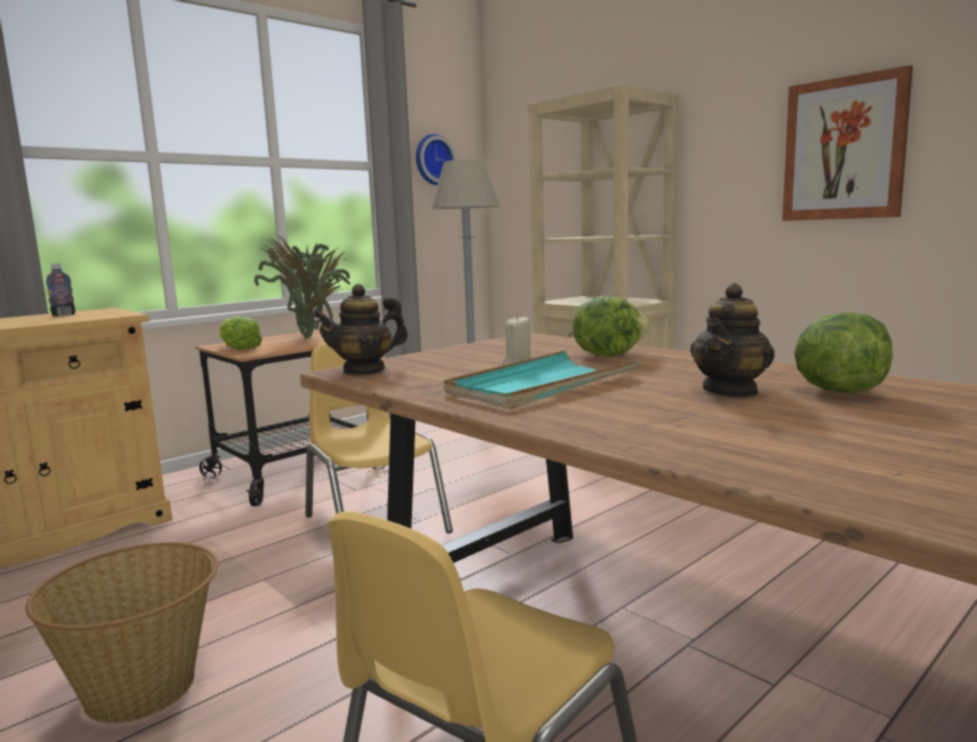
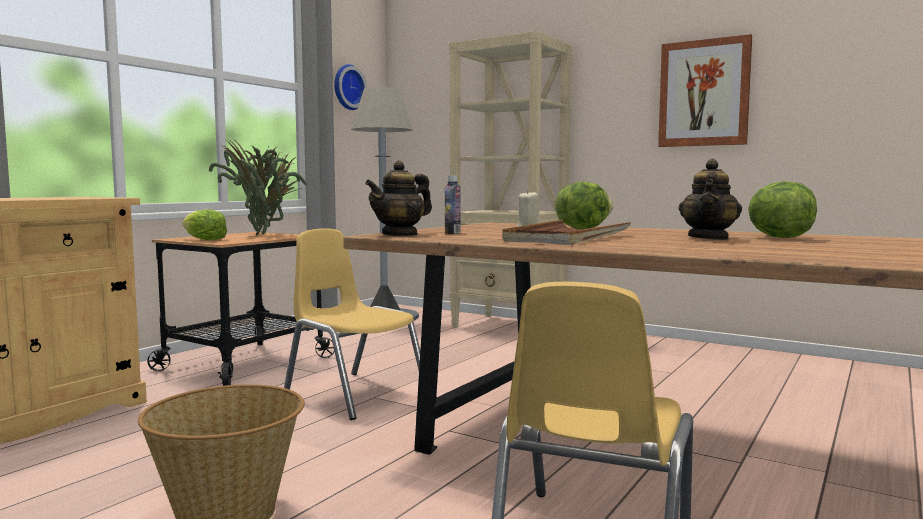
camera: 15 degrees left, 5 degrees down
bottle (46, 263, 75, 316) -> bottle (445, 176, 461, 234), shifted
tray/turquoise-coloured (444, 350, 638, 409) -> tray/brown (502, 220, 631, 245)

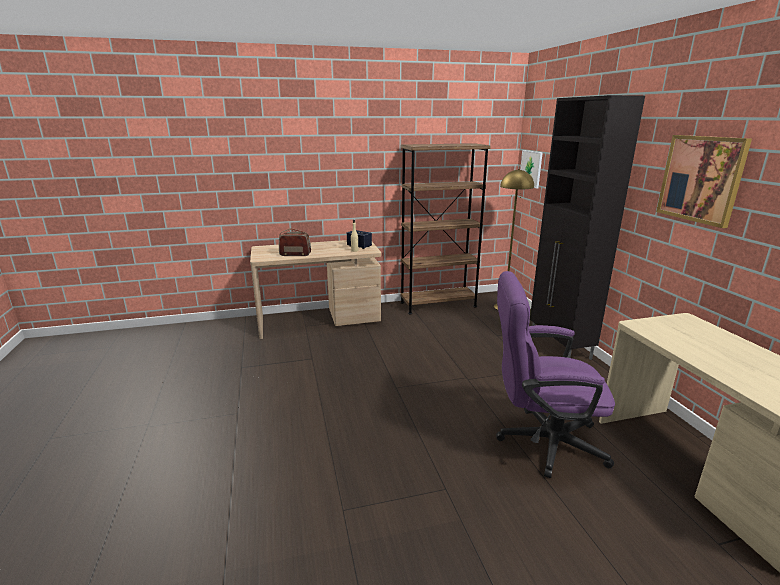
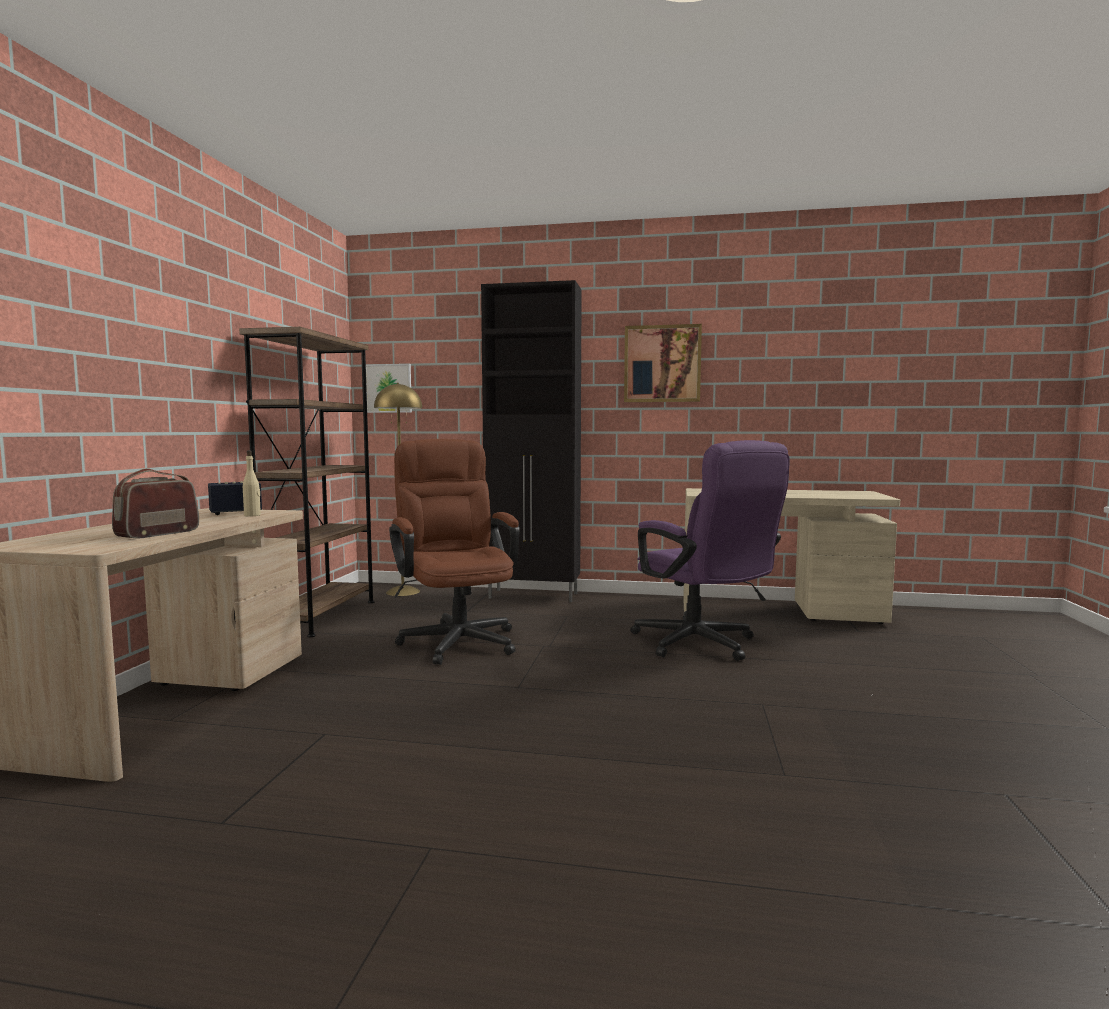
camera: 65 degrees left, 15 degrees down
none -> computer chair/brown (389, 439, 520, 665)
computer chair/purple-coloured (496, 271, 615, 478) -> computer chair/purple-coloured (630, 440, 790, 661), 60 degrees counterclockwise

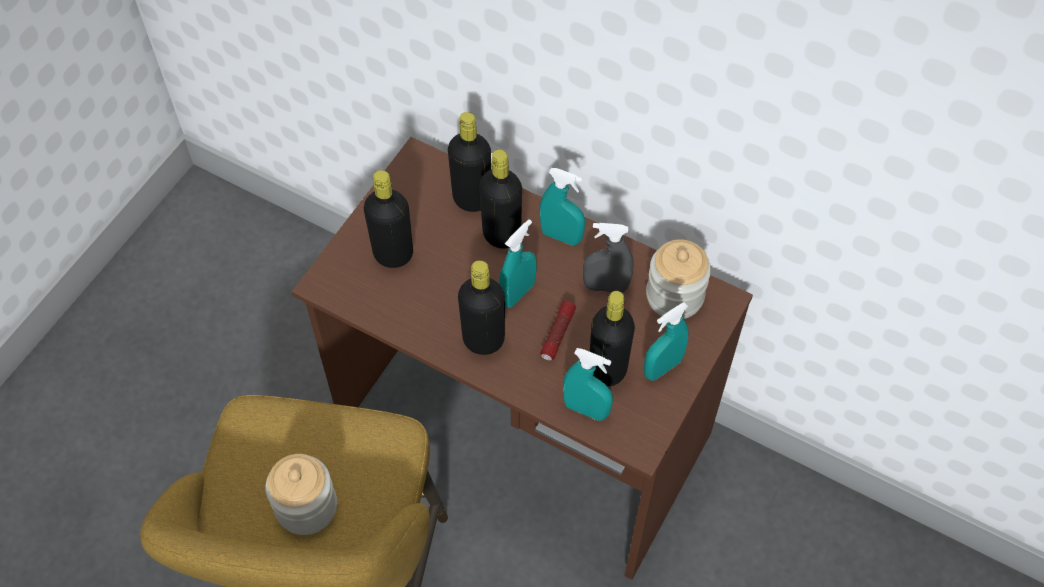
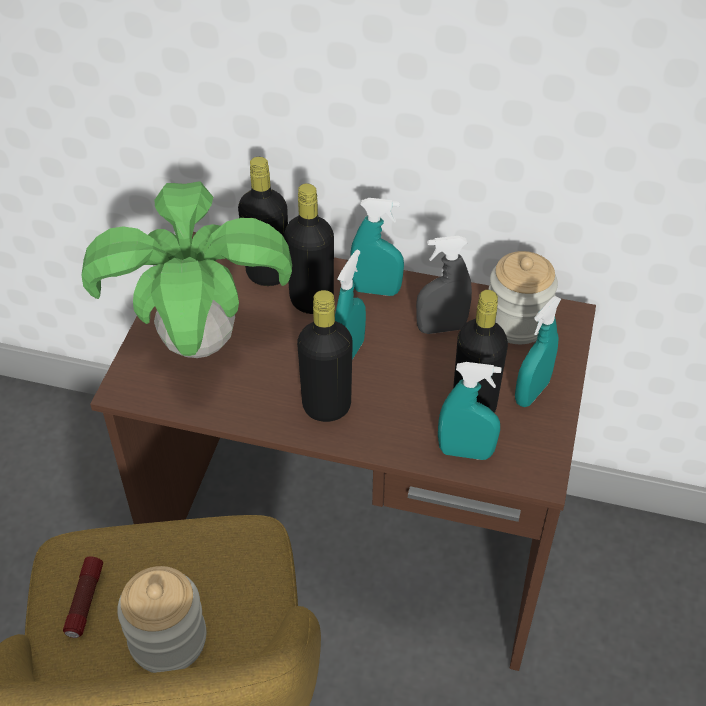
camera: 15 degrees left, 10 degrees down
torch (540, 301, 576, 361) -> torch (63, 556, 103, 638), shifted
bottle/blackish (364, 170, 413, 268) -> potted plant (81, 181, 292, 358)

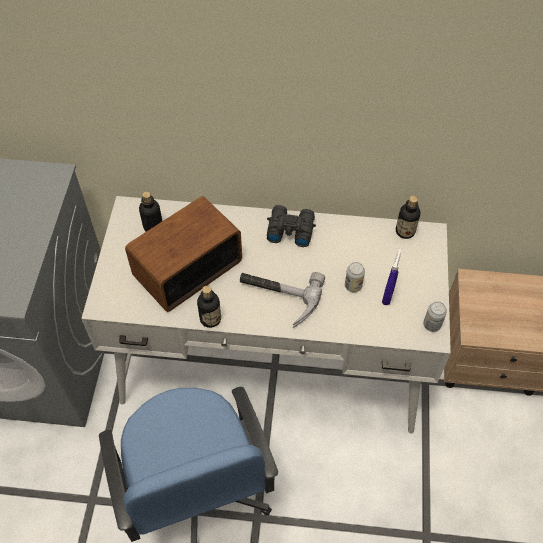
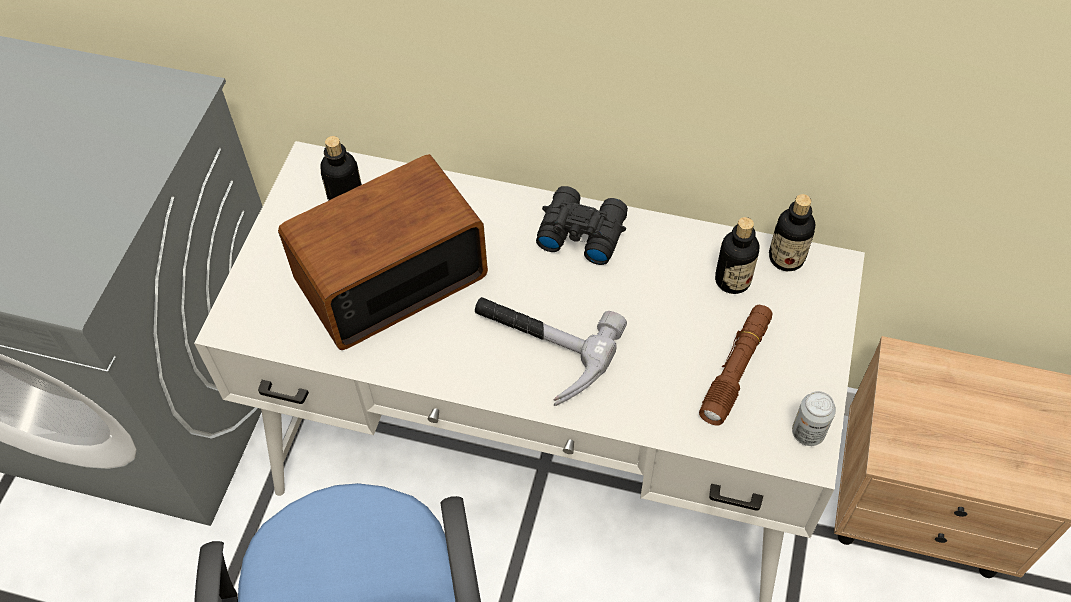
camera: 10 degrees right, 0 degrees up
spray bottle/blue (382, 249, 402, 305) -> torch/brown (699, 305, 773, 426)
bottle (197, 286, 221, 328) -> bottle (715, 217, 760, 294), shifted
can (345, 262, 365, 292) -> none

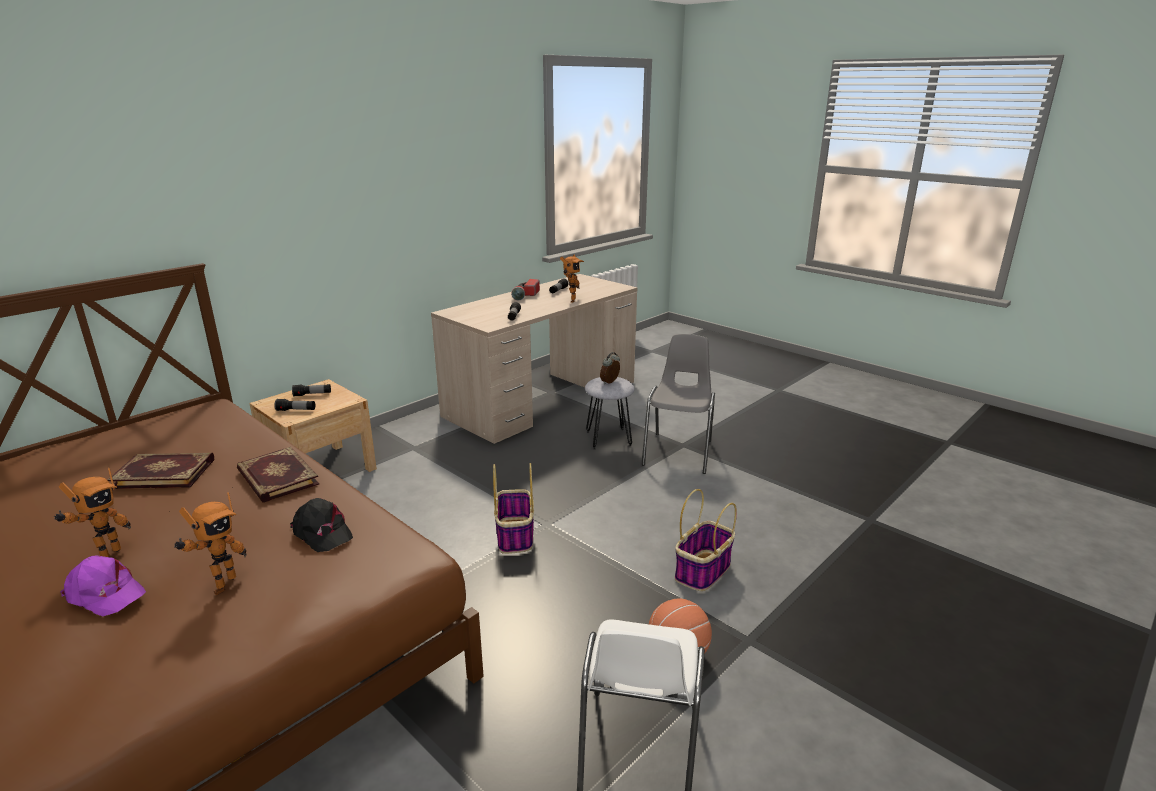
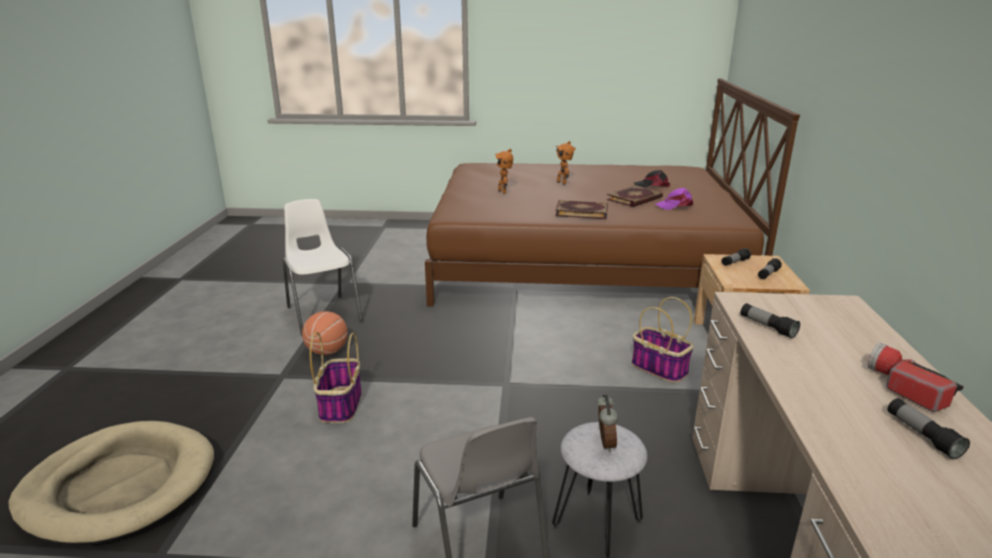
camera: 140 degrees right, 0 degrees up
none -> dog bed/beige (8, 421, 214, 546)
household basket (493, 463, 534, 554) -> household basket (632, 297, 694, 383), shifted
baseball cap/blackish (290, 498, 353, 552) -> baseball cap/blackish (634, 170, 670, 188), shifted
baseball cap/purple-coloured (60, 555, 146, 616) -> baseball cap/purple-coloured (656, 188, 693, 210), shifted
robot figure (560, 255, 584, 303) -> none

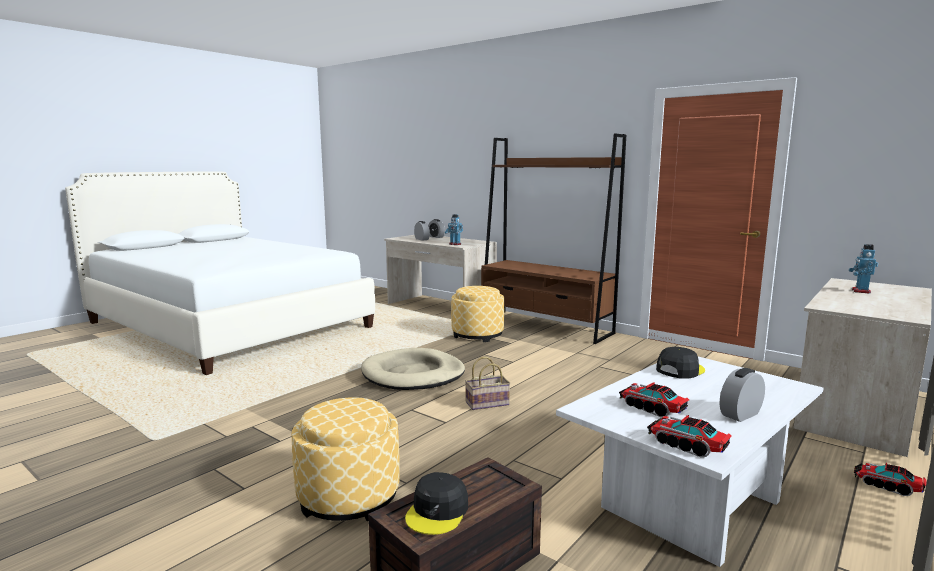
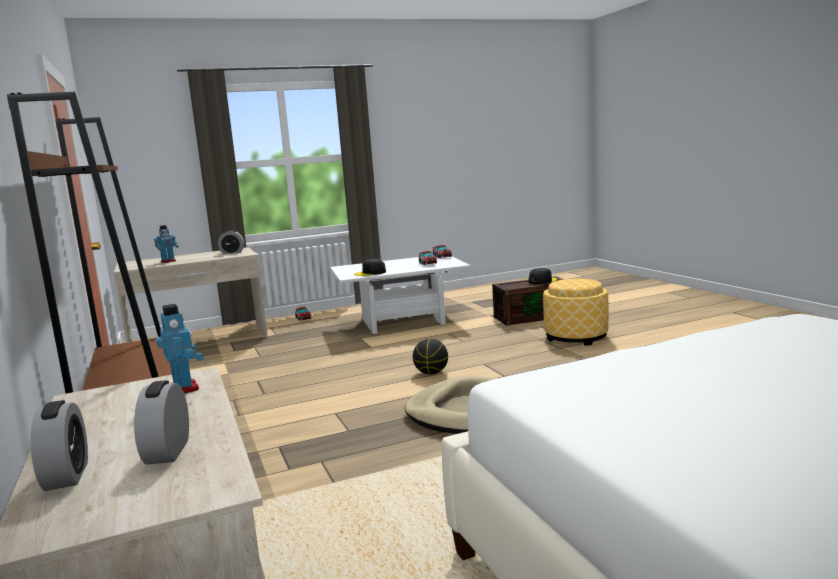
camera: 150 degrees left, 0 degrees up
bedside clock (720, 368, 765, 422) -> bedside clock (218, 230, 244, 254), shifted
household basket (465, 357, 510, 410) -> basketball ball (413, 339, 448, 374)
ottoman (451, 286, 504, 342) -> none

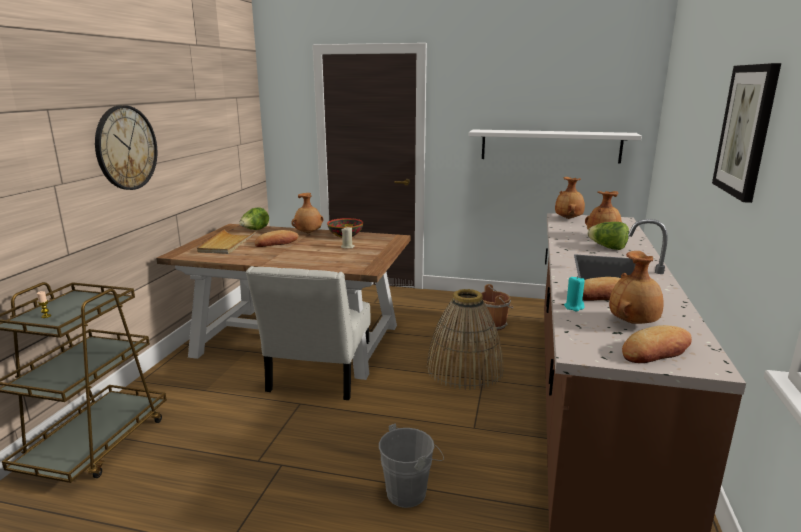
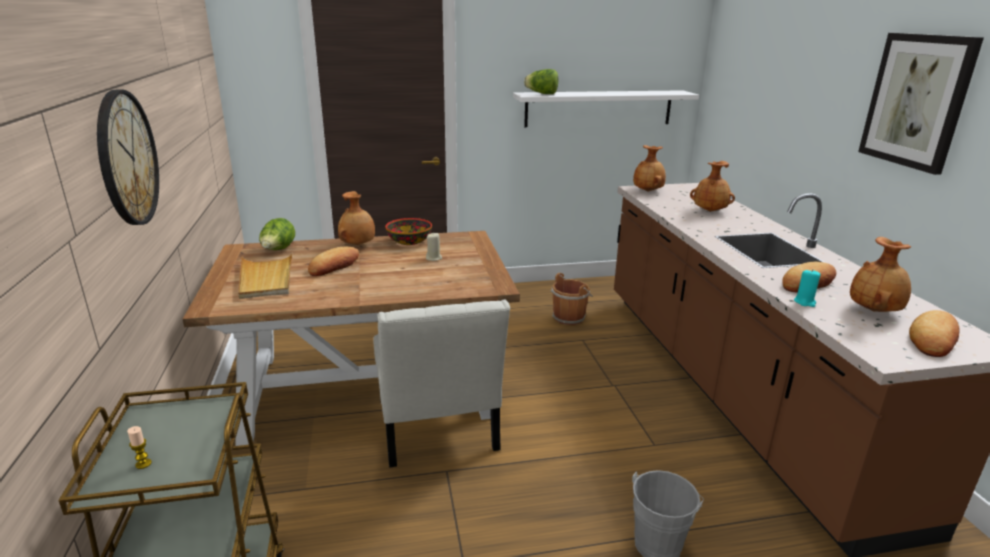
camera: 25 degrees left, 5 degrees up
lettuce head (587, 222, 629, 250) -> lettuce head (524, 69, 558, 94), shifted
household basket (427, 289, 504, 390) -> none

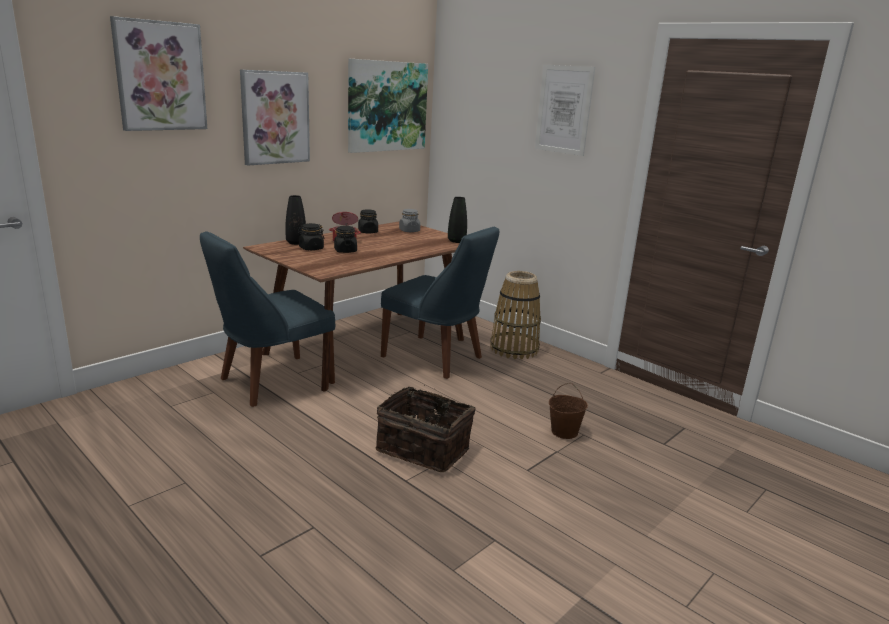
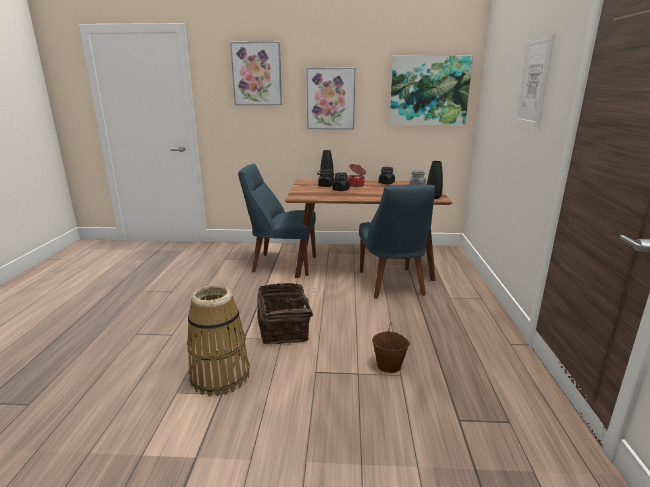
camera: 50 degrees right, 0 degrees up
household basket (490, 271, 541, 360) -> household basket (187, 285, 250, 396), shifted

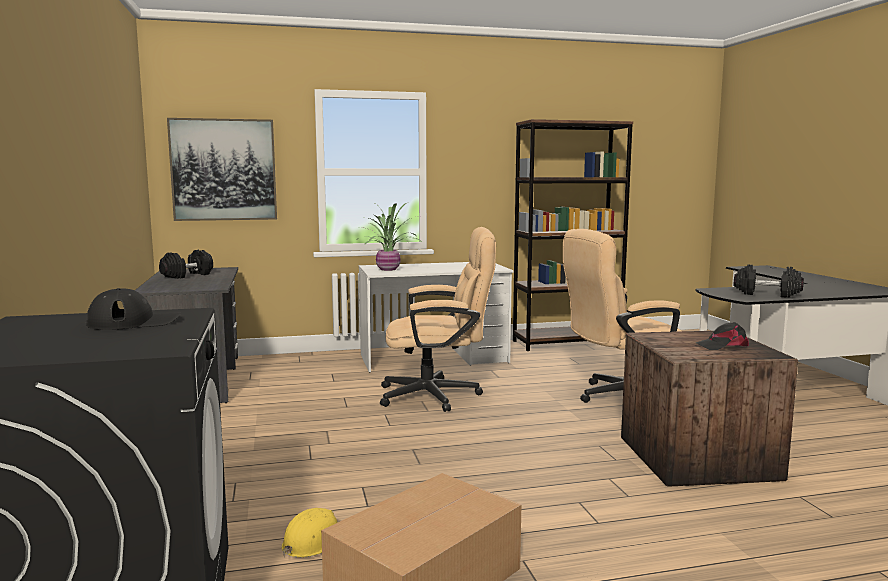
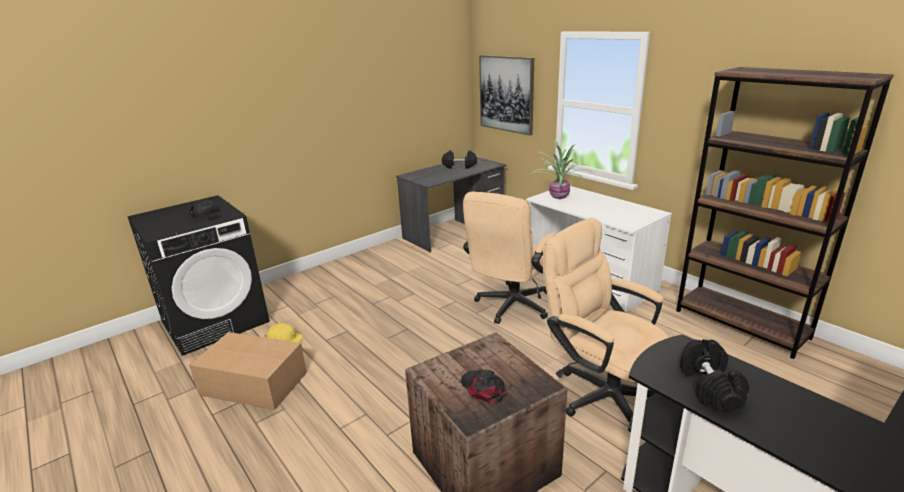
camera: 65 degrees right, 15 degrees up
computer chair/beige (380, 227, 496, 412) -> computer chair/beige (463, 192, 556, 324), 60 degrees clockwise

